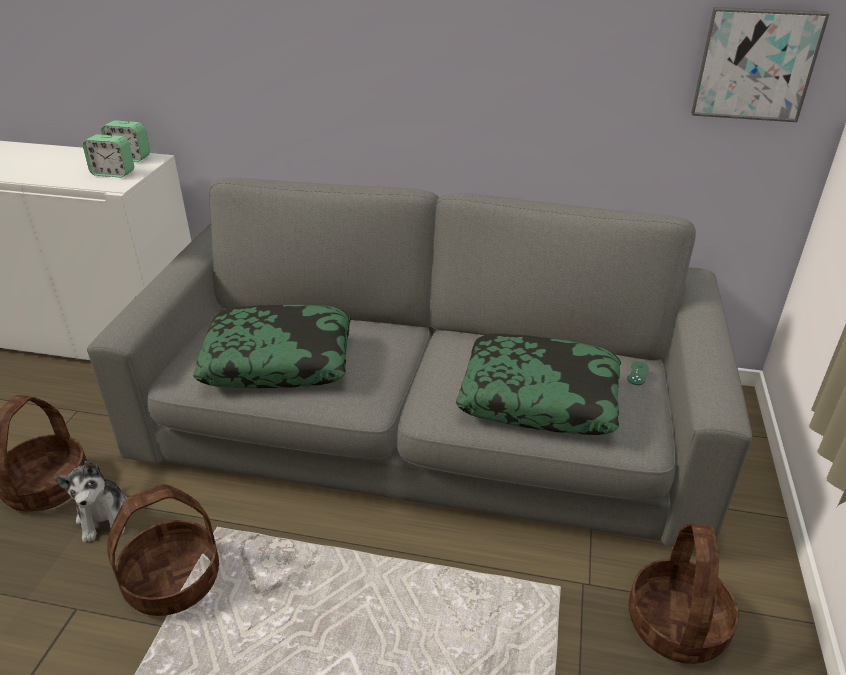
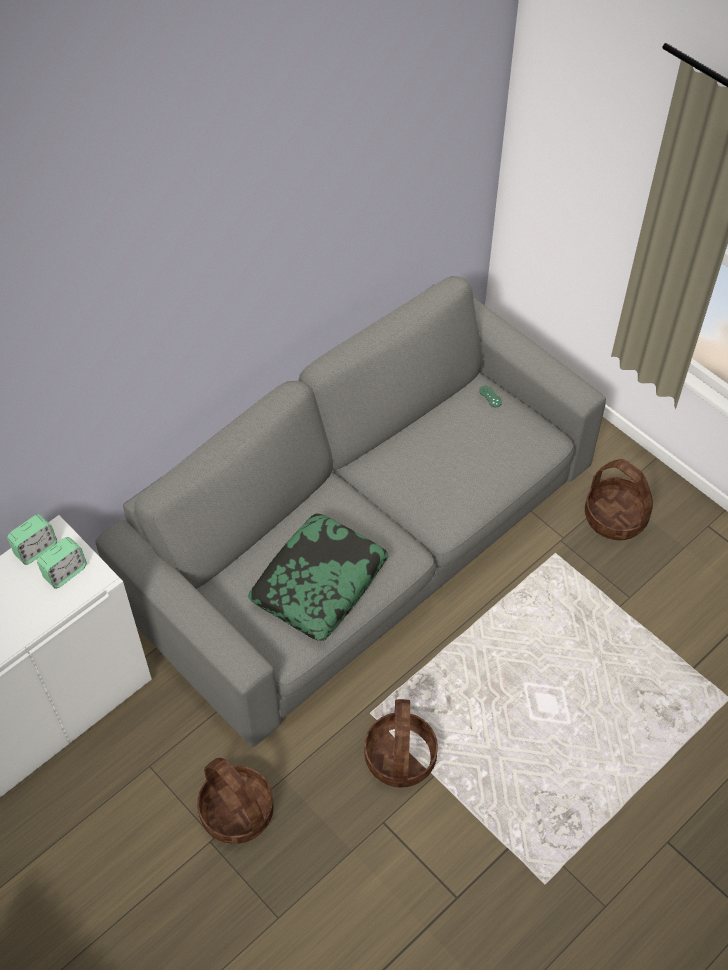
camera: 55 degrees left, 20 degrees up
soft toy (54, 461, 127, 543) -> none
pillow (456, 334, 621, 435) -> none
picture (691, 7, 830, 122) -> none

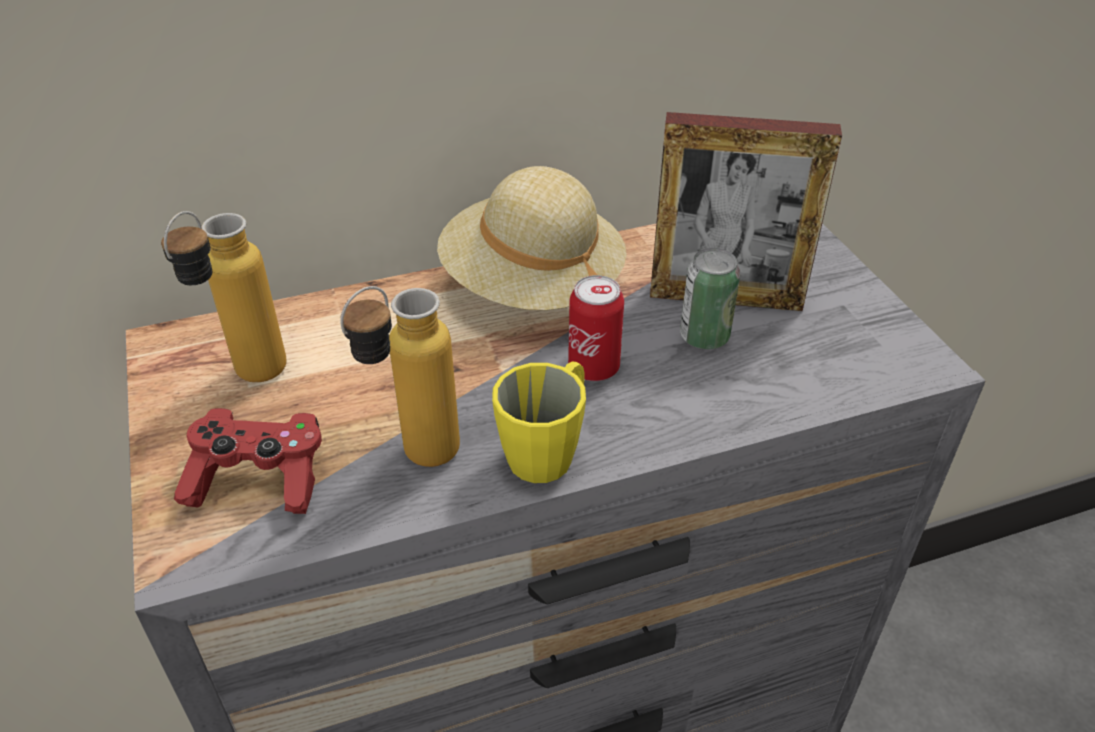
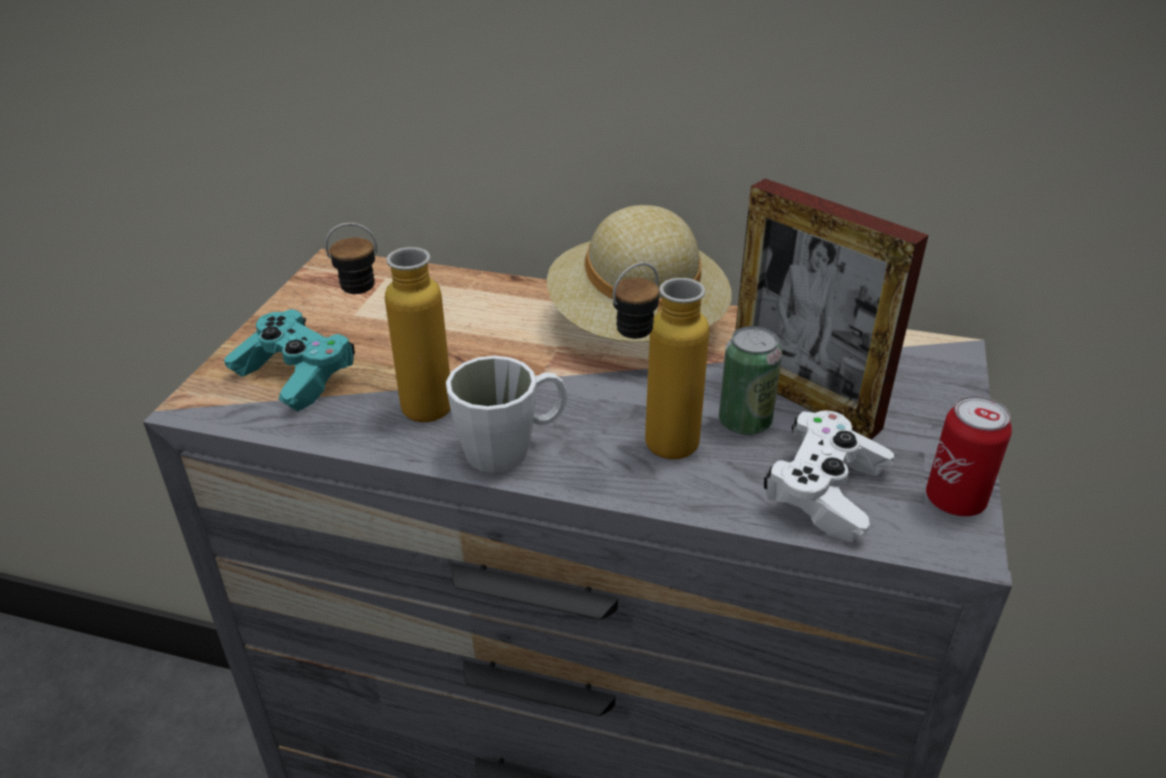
camera: 35 degrees right, 5 degrees down
gamepad/red (174, 408, 322, 514) -> gamepad/turquoise-coloured (224, 309, 355, 411)
tea mug/yellowish (492, 362, 586, 483) -> tea mug/whitish (446, 356, 567, 473)
bottle (161, 211, 287, 382) -> bottle (613, 262, 709, 459), shifted
none -> gamepad/whitish (764, 410, 894, 542)
can (568, 275, 624, 381) -> can (926, 396, 1012, 517), shifted

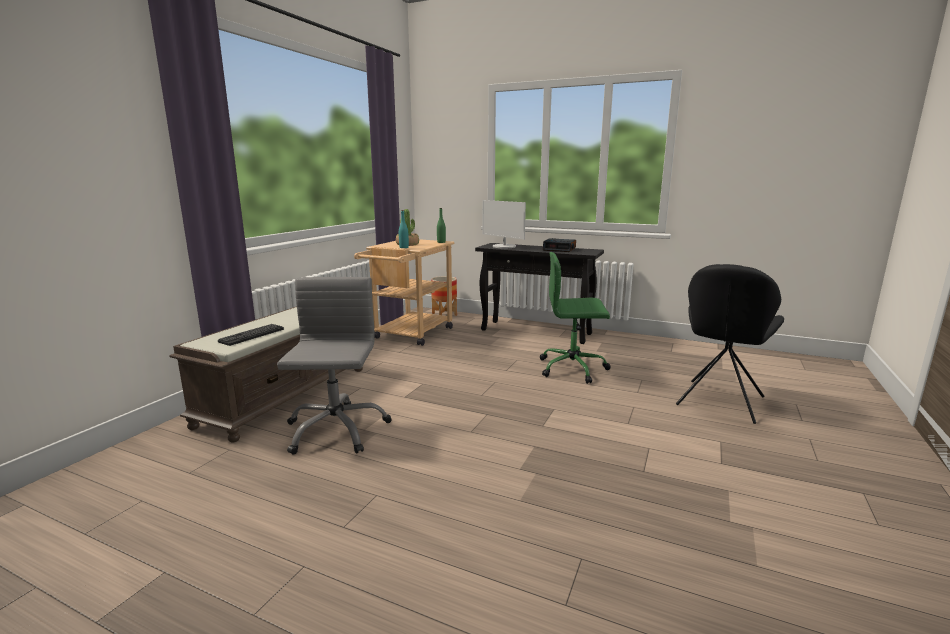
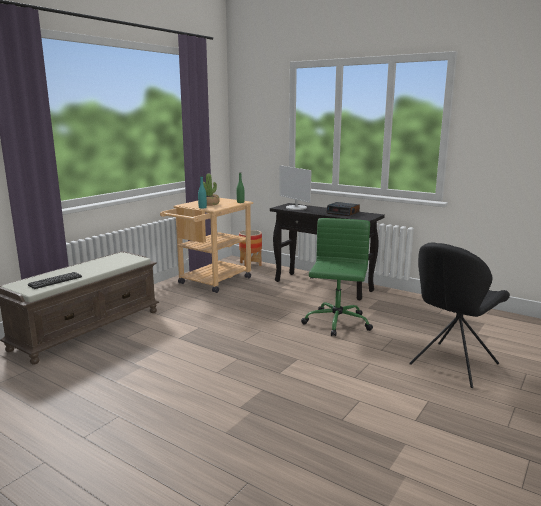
camera: 10 degrees right, 0 degrees up
computer chair/green (540, 252, 611, 384) -> computer chair/green (301, 218, 373, 337), 90 degrees clockwise
computer chair/greyish (277, 277, 391, 455) -> none

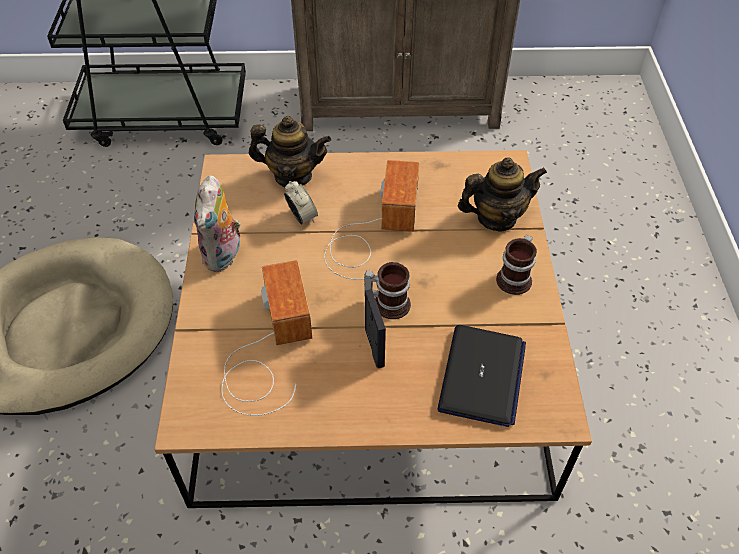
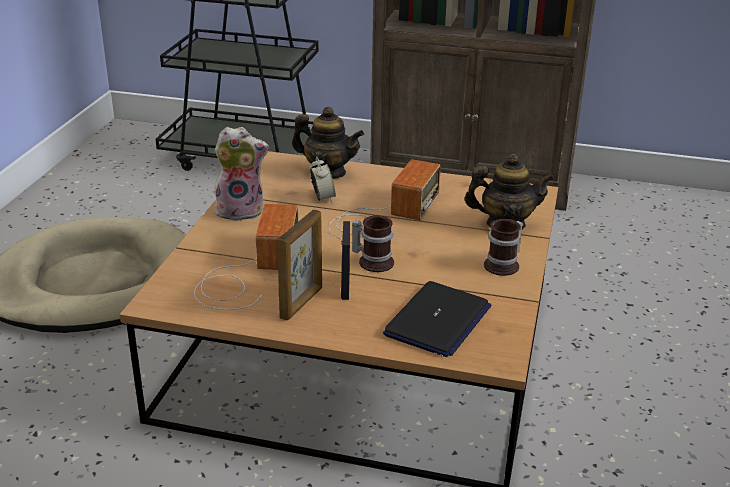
camera: 15 degrees right, 20 degrees down
soft toy (194, 176, 243, 272) -> soft toy (214, 127, 269, 221), 120 degrees counterclockwise
none -> photo frame (277, 210, 322, 321)

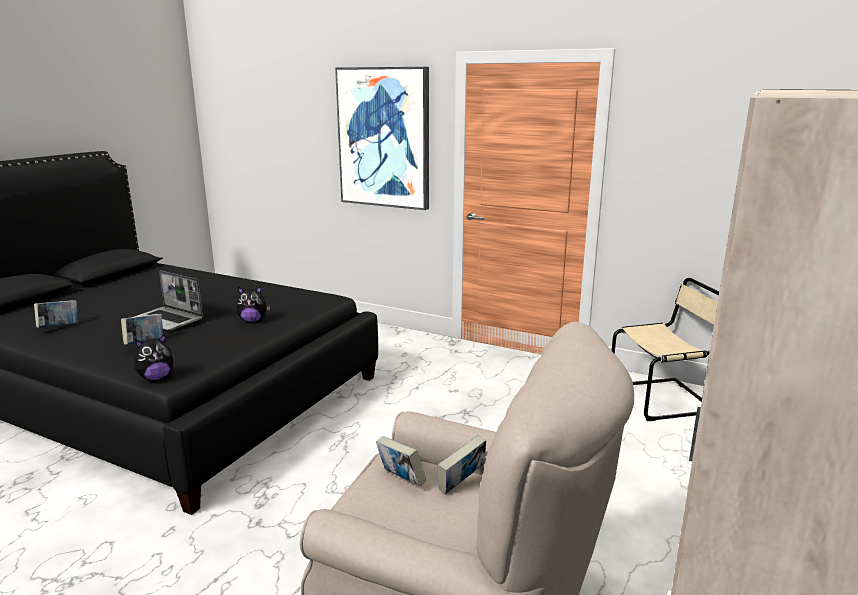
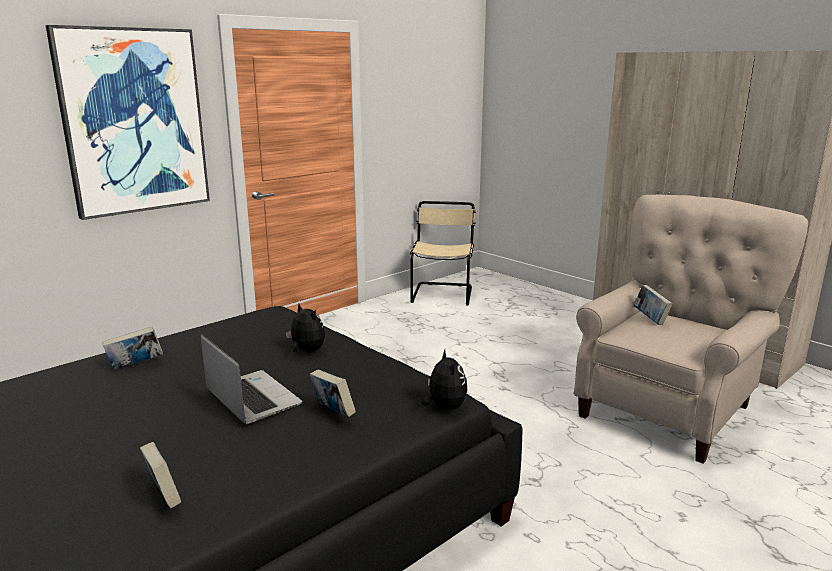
camera: 70 degrees left, 0 degrees up
book (376, 436, 426, 486) -> book (103, 327, 163, 370), shifted
notebook computer (134, 270, 203, 330) -> notebook computer (201, 334, 302, 425), 90 degrees counterclockwise
soft toy (236, 286, 270, 322) -> soft toy (286, 304, 325, 352), 60 degrees counterclockwise

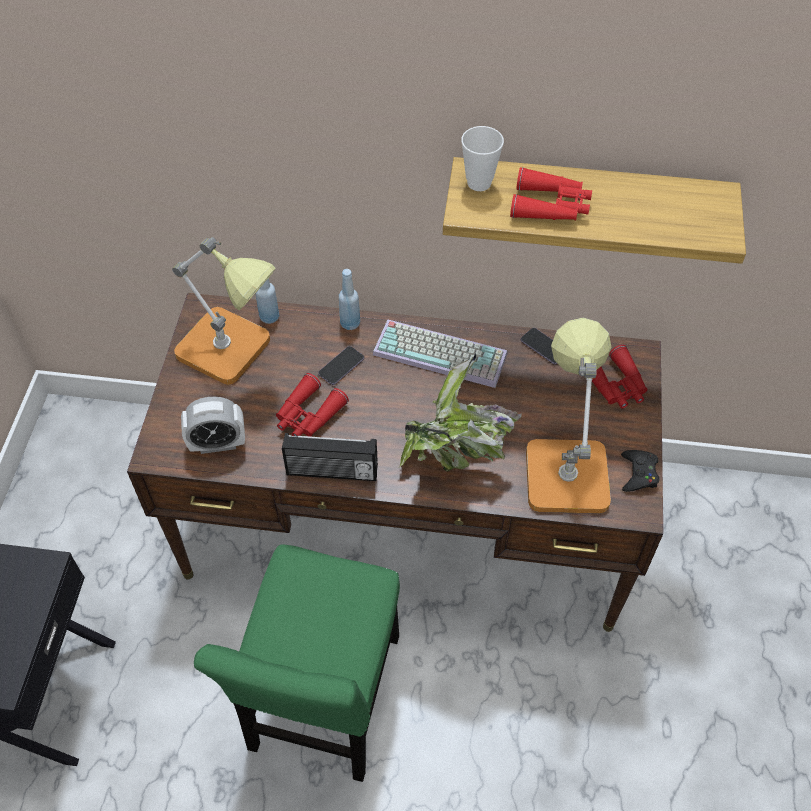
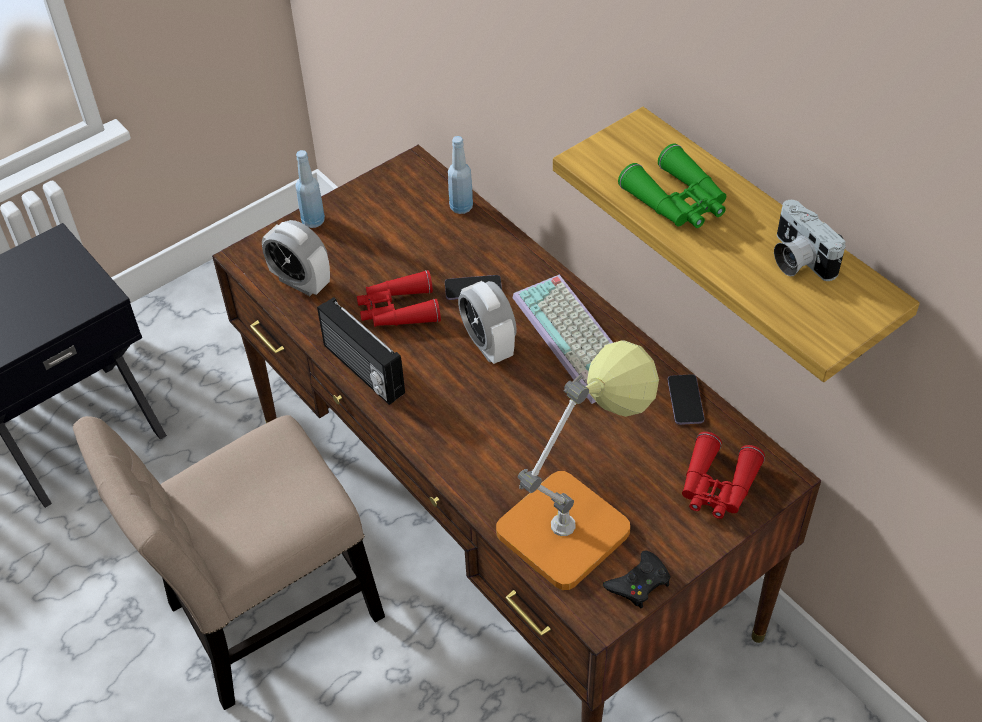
camera: 45 degrees right, 5 degrees down
chair/green (194, 544, 400, 782) -> chair/beige (73, 415, 385, 710)
bottle/blue (339, 269, 360, 330) -> bottle/blue (295, 150, 325, 228), shifted
none -> bedside clock (458, 281, 517, 364)
binoculars/red (510, 167, 592, 221) -> binoculars/green (618, 144, 726, 228)
none -> still camera (774, 200, 846, 281)
table lamp (172, 237, 276, 385) -> none
potted plant (398, 353, 522, 472) -> none
small cup (461, 126, 504, 191) -> none

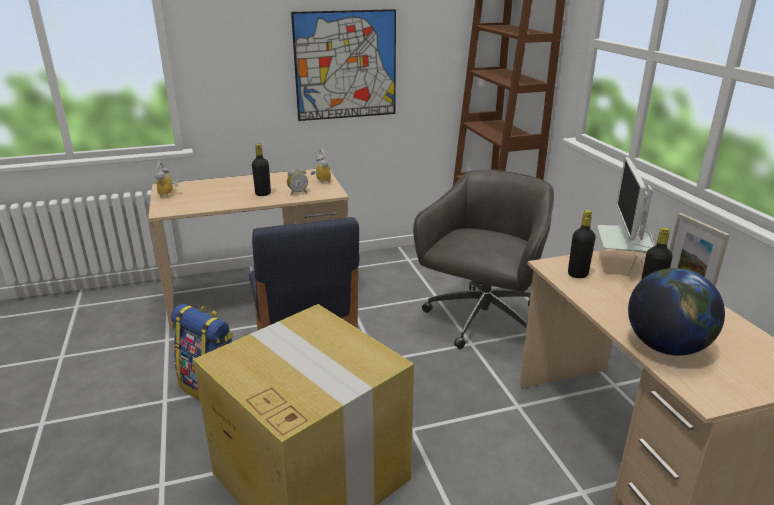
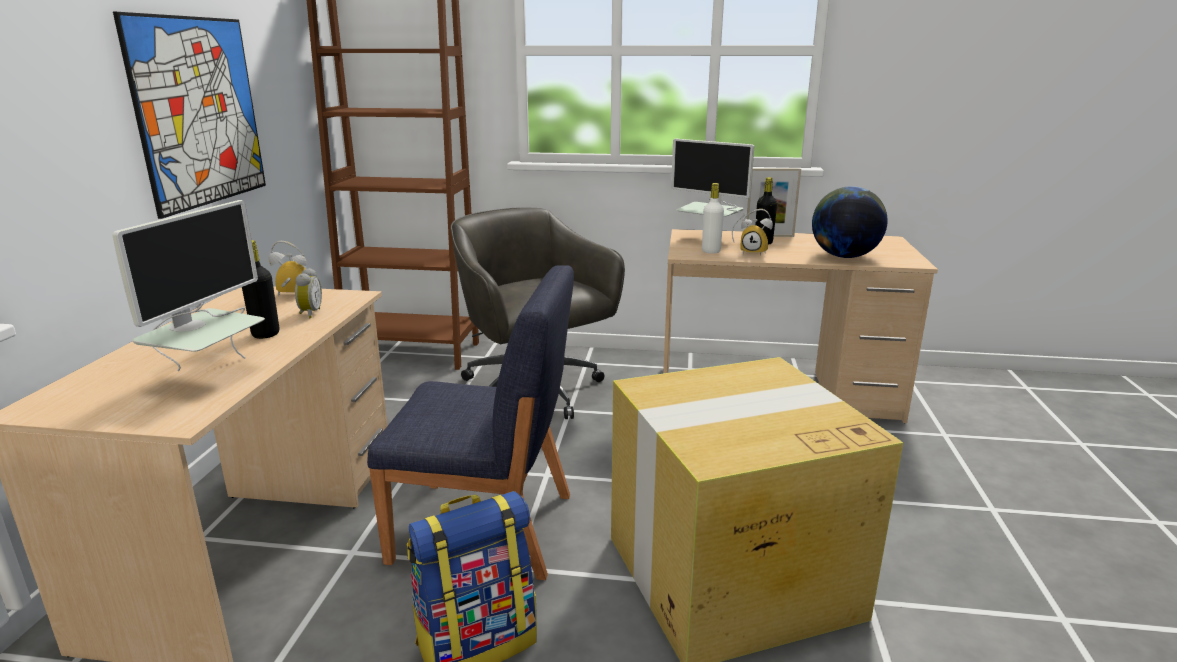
camera: 65 degrees left, 5 degrees down
none -> computer display (112, 200, 265, 371)
bottle/blackish (568, 210, 596, 278) -> bottle/whitish (702, 183, 724, 254)
bedside clock (155, 162, 179, 197) -> bedside clock (741, 209, 773, 256), shifted

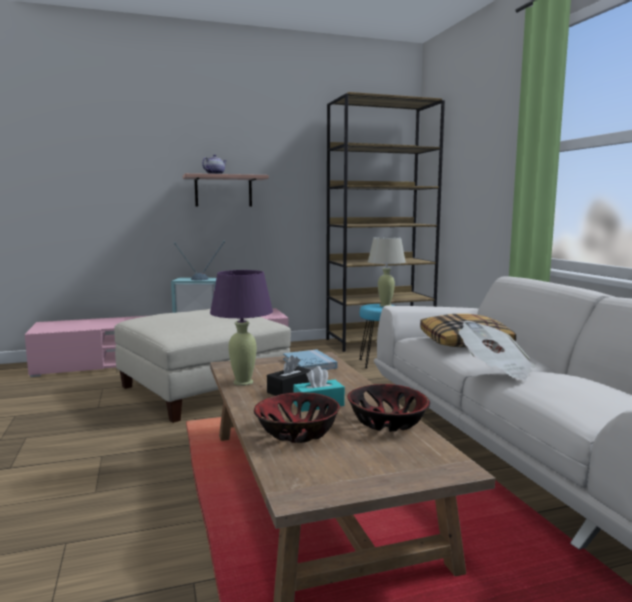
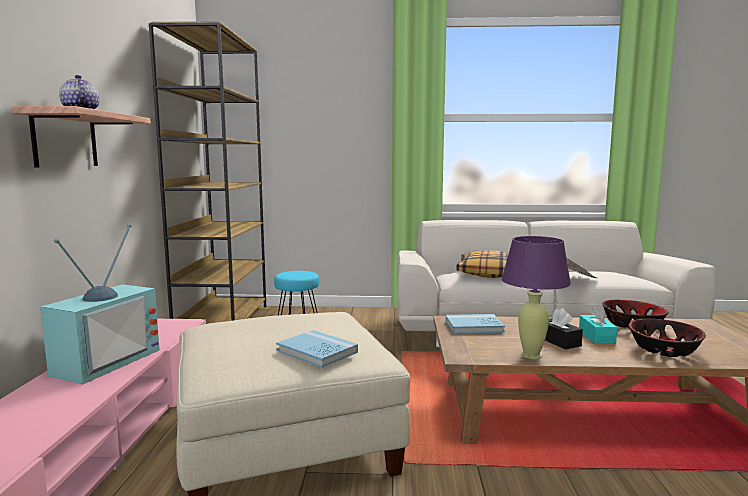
camera: 70 degrees left, 0 degrees up
none -> book/blue (276, 330, 358, 368)
table lamp/beige (368, 237, 406, 307) -> none

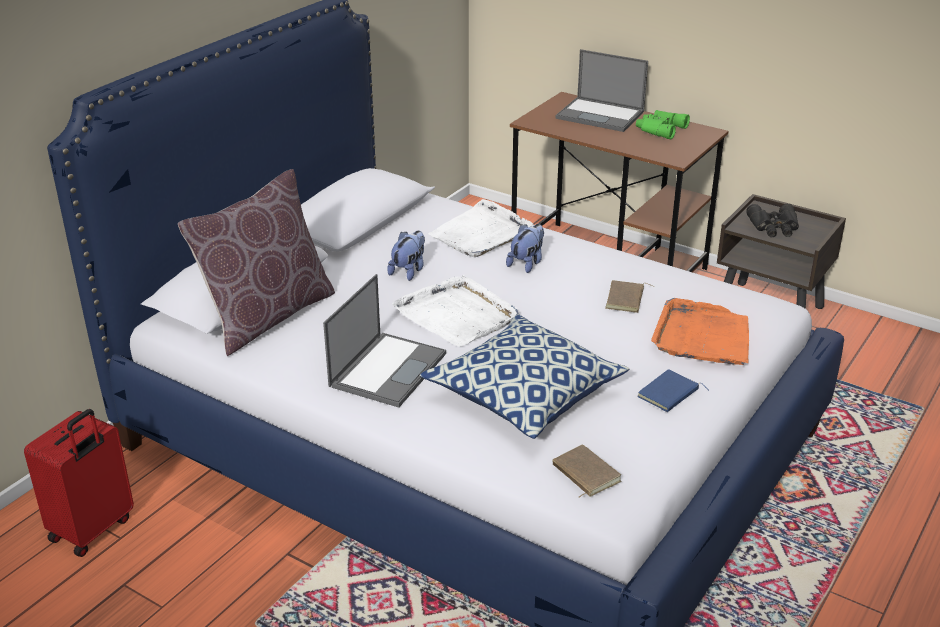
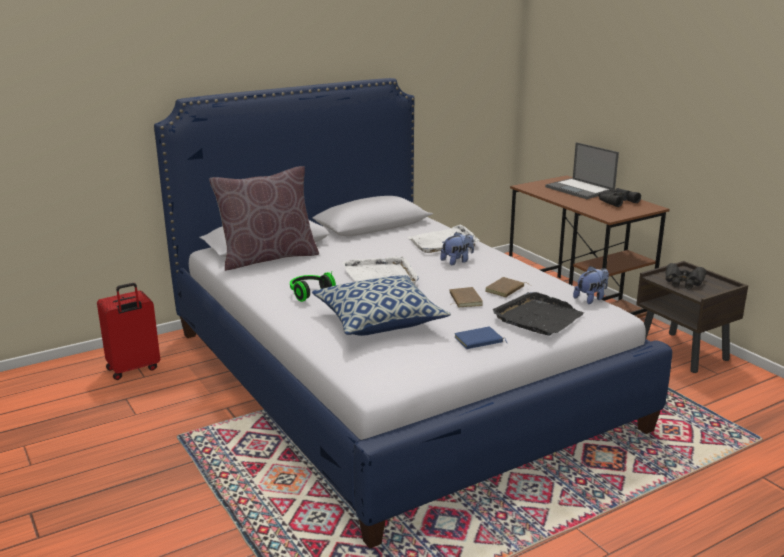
camera: 25 degrees right, 10 degrees down
notebook computer (323, 274, 446, 408) -> headphones (290, 271, 336, 302)
book/brown (552, 445, 621, 497) -> book/brown (450, 287, 483, 307), shifted
tray/orange-coloured (651, 298, 749, 365) -> tray/blackish (493, 292, 584, 336)
soft toy (387, 230, 425, 281) -> soft toy (573, 266, 609, 304), shifted
binoculars/green (636, 110, 690, 139) -> binoculars/blackish (598, 188, 641, 207)

